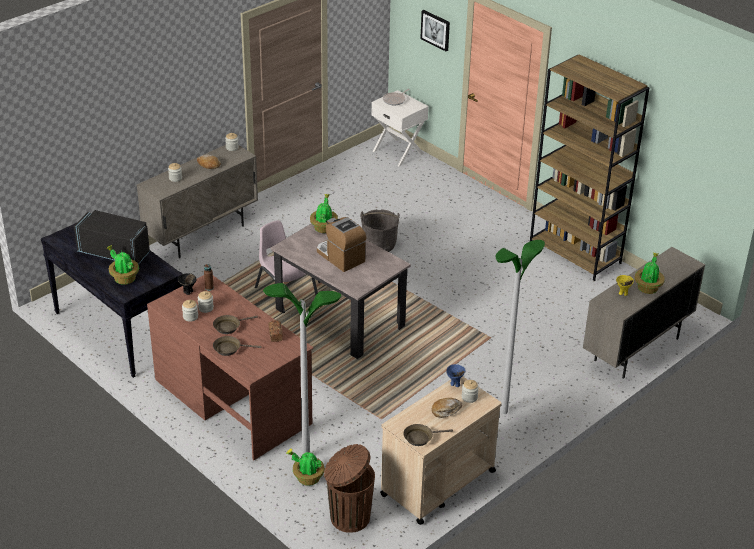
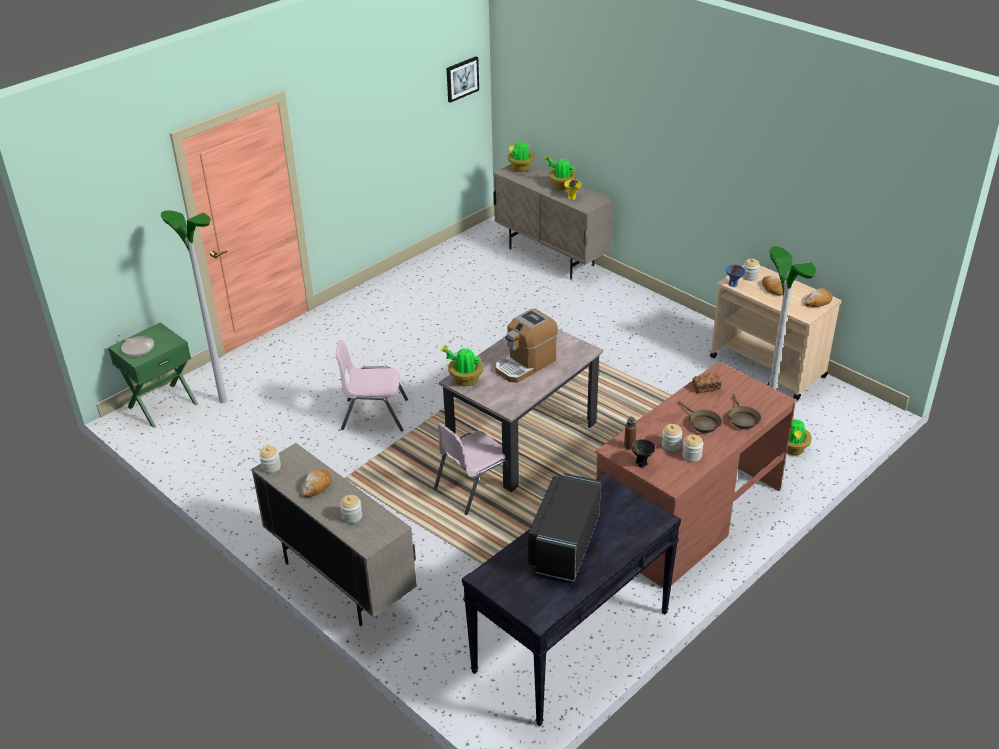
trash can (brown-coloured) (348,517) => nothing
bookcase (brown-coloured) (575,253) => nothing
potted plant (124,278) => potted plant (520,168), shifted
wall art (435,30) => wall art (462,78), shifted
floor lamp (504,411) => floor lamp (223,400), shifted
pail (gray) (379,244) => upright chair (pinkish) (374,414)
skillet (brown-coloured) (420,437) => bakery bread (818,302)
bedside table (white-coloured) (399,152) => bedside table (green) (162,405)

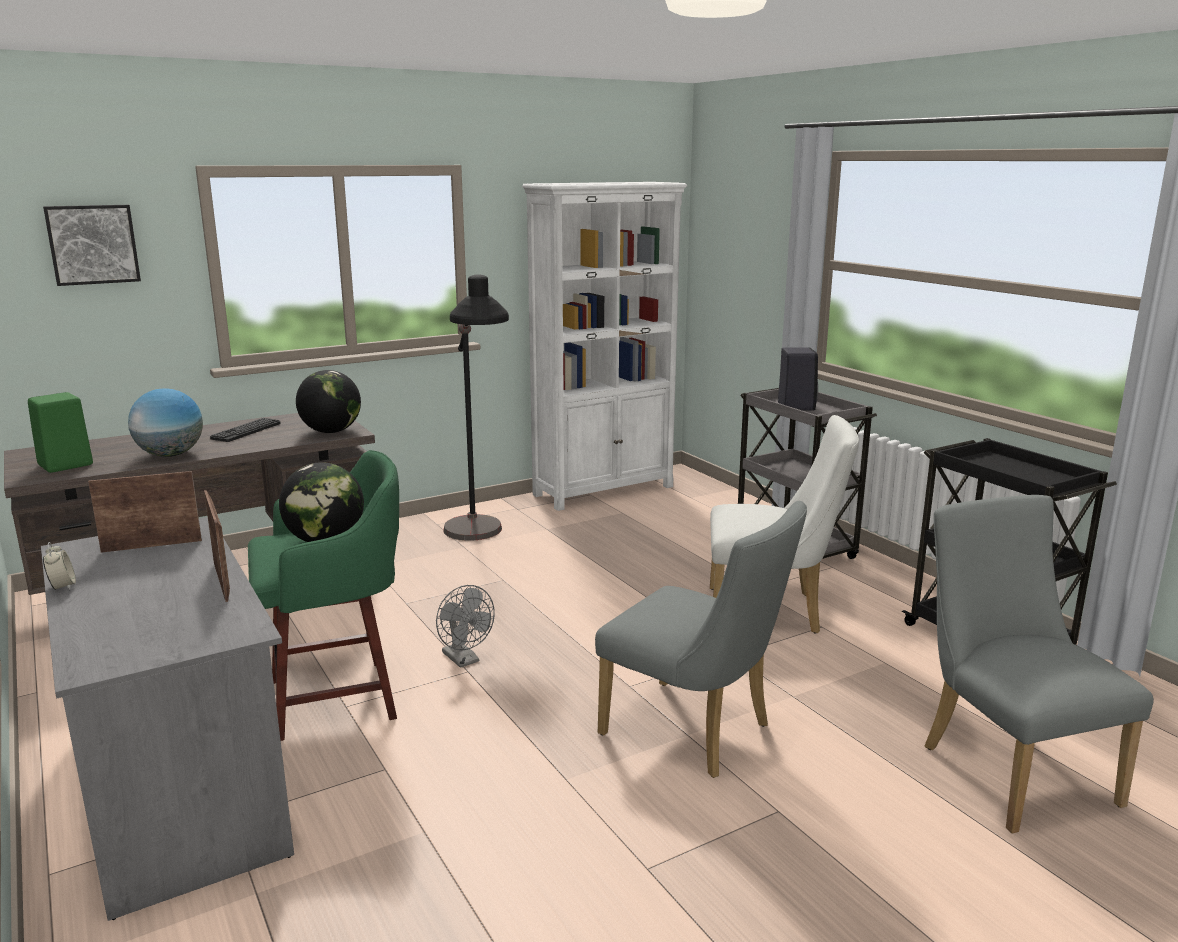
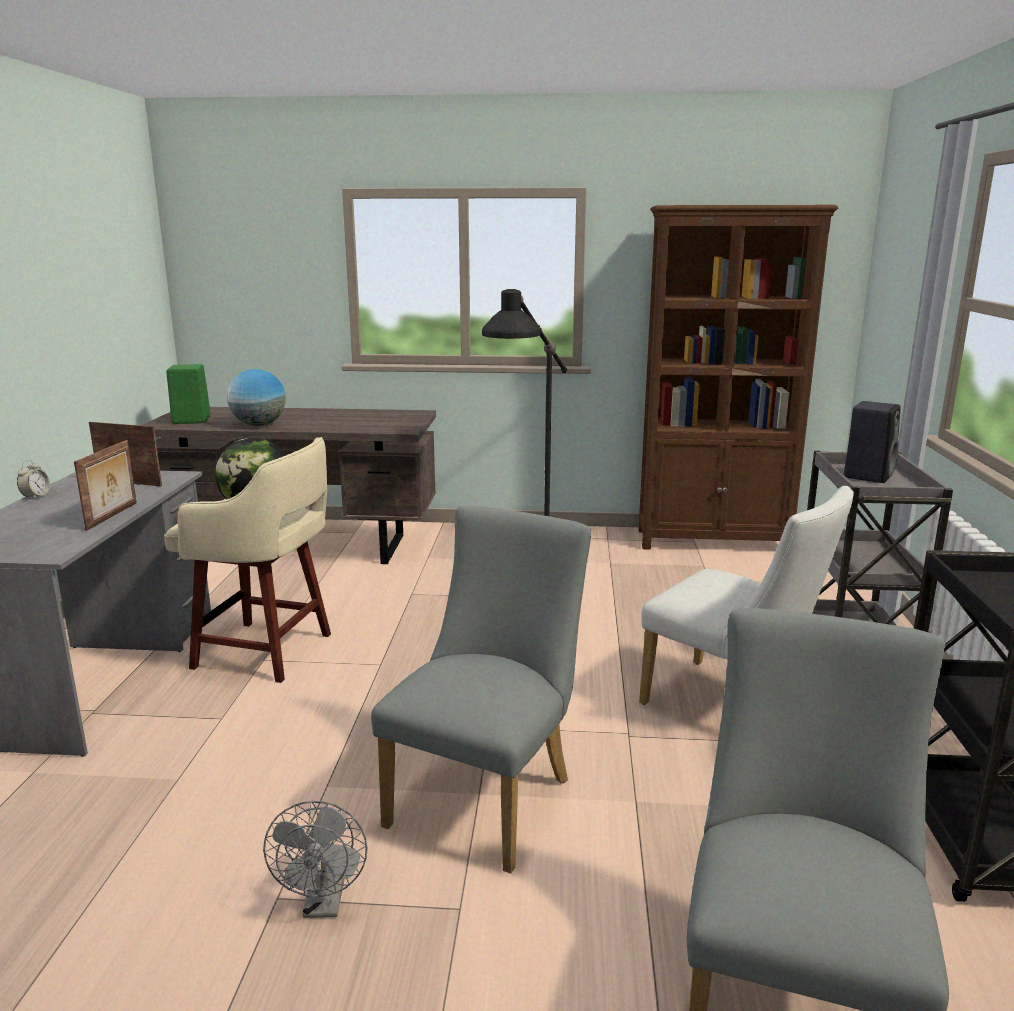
wall art (93,244) => nothing
PC keyboard (246,431) => nothing
globe (331,431) => nothing
cooling fan (gray) (464,660) => cooling fan (gray) (324,904), shifted
stool (green) (338,698) => stool (sand-coloured) (268,651)
bookcase (white-coloured) (604,490) => bookcase (brown-coloured) (713,541)
upright chair (gray) (696,733) => upright chair (gray) (488,796), 135 degrees counterclockwise

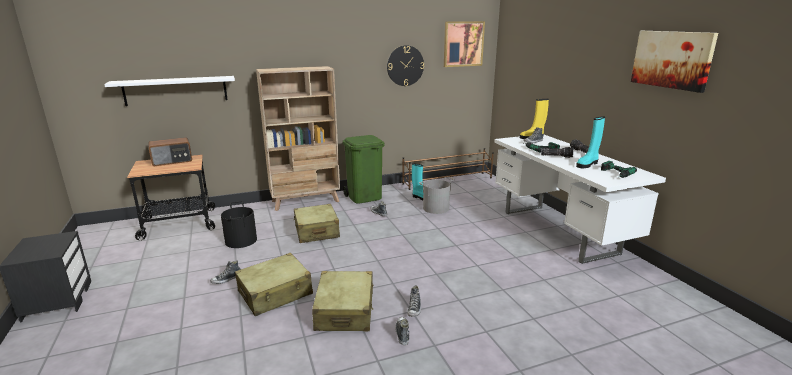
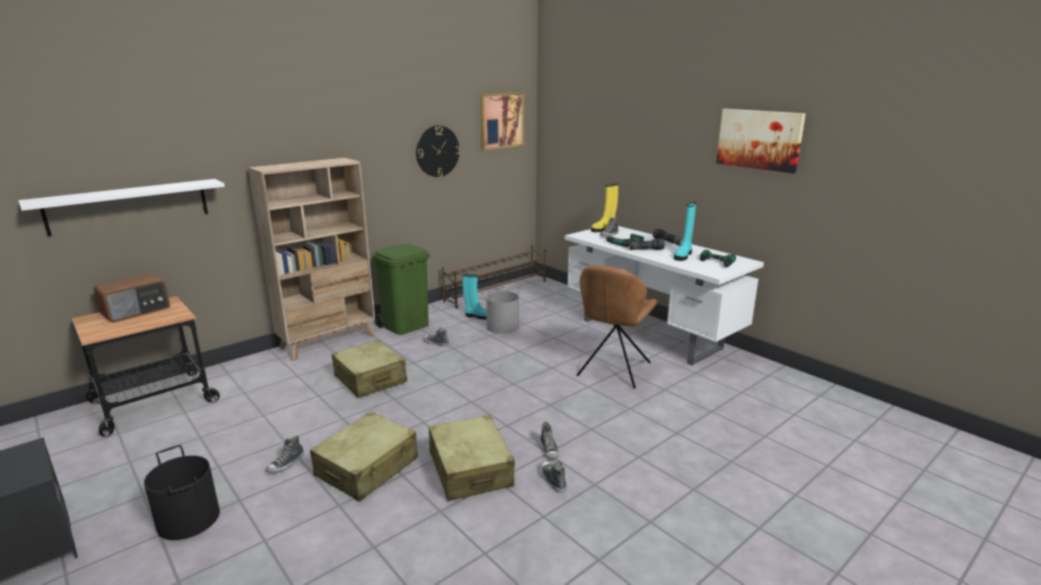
nothing => upright chair (brown-coloured) (613,370)
pail (black-coloured) (241,240) => pail (black-coloured) (189,519), shifted

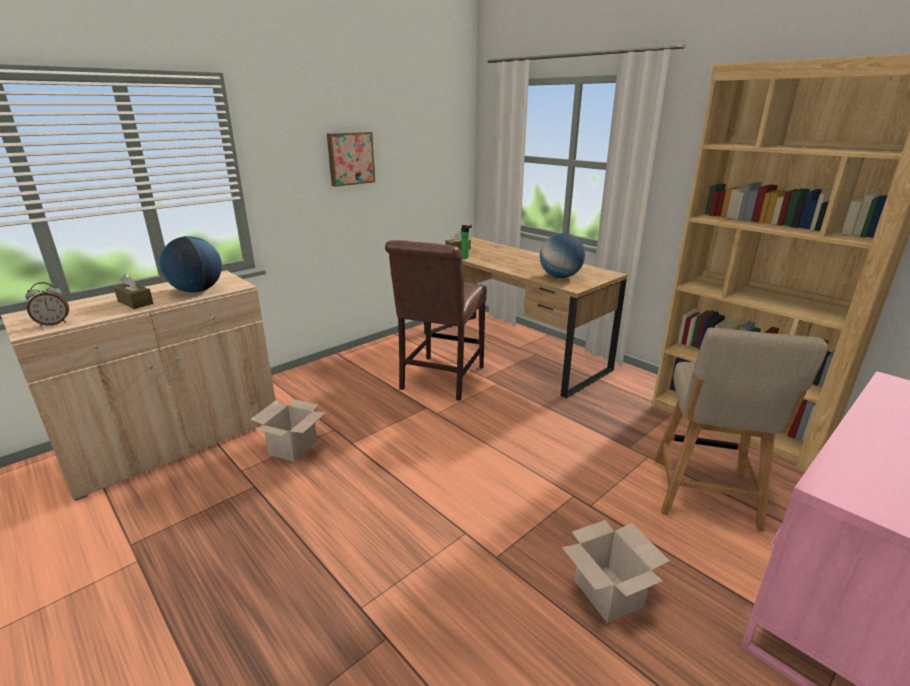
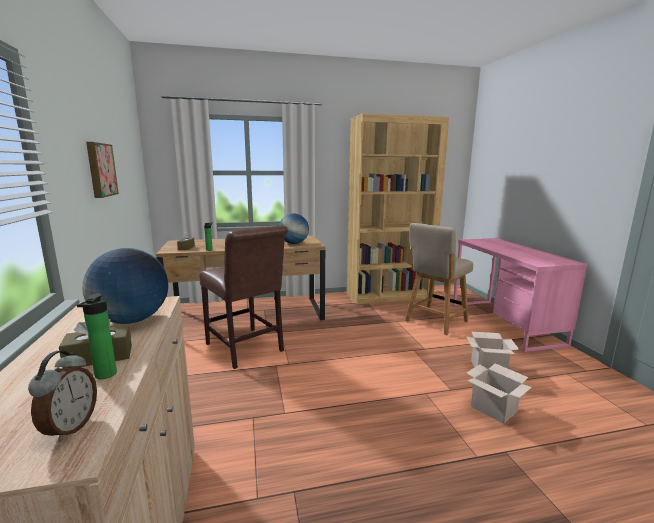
nothing => bottle (104,376)
packing box (293,448) => packing box (495,409), shifted
upright chair (sand-coloured) (705,496) => upright chair (sand-coloured) (434,322), 90 degrees clockwise

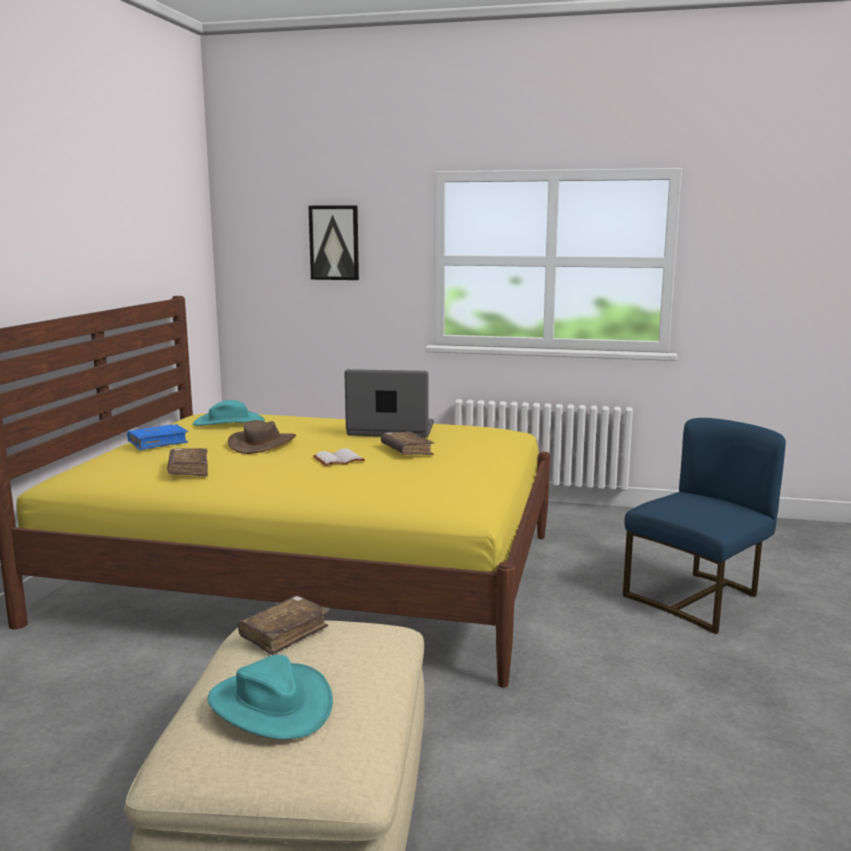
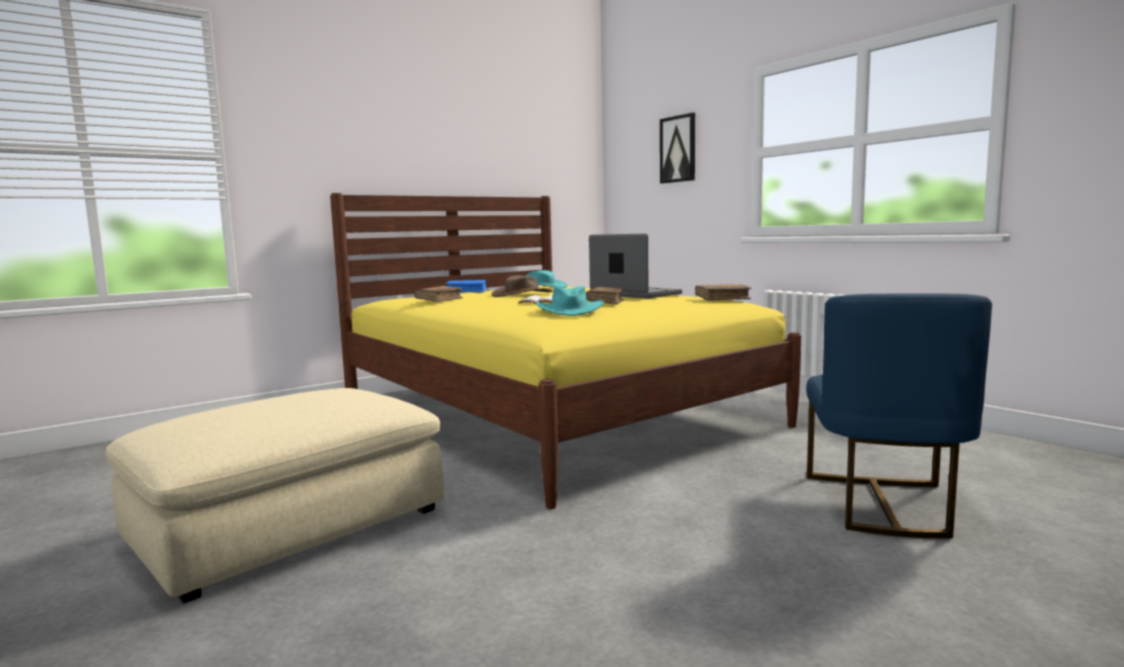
wearable hat (turquoise-coloured) (270,704) => wearable hat (turquoise-coloured) (569,310), shifted
bound book (brown-coloured) (284,633) => bound book (brown-coloured) (722,298), shifted
upright chair (blue-coloured) (698,599) => upright chair (blue-coloured) (882,505), 105 degrees clockwise

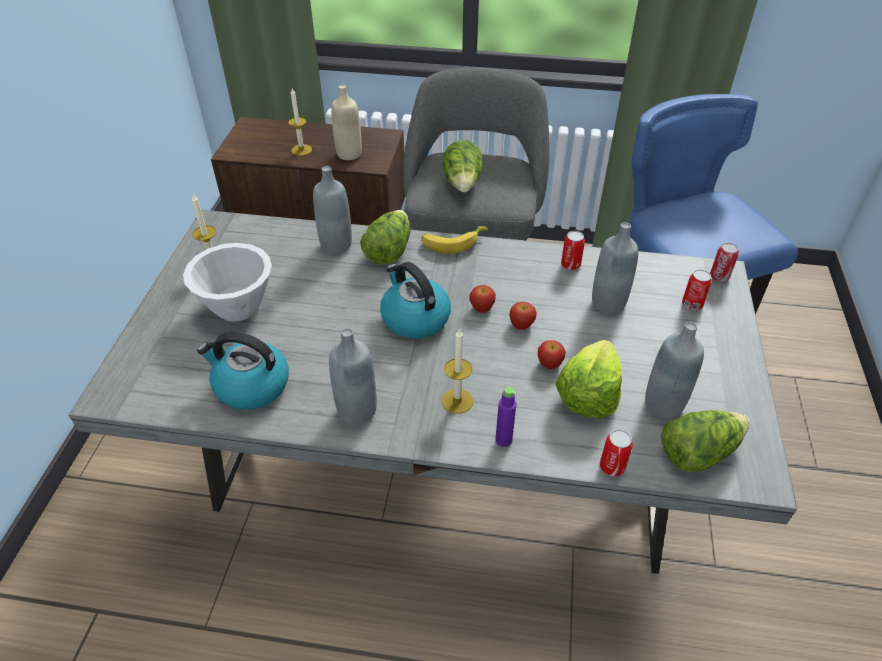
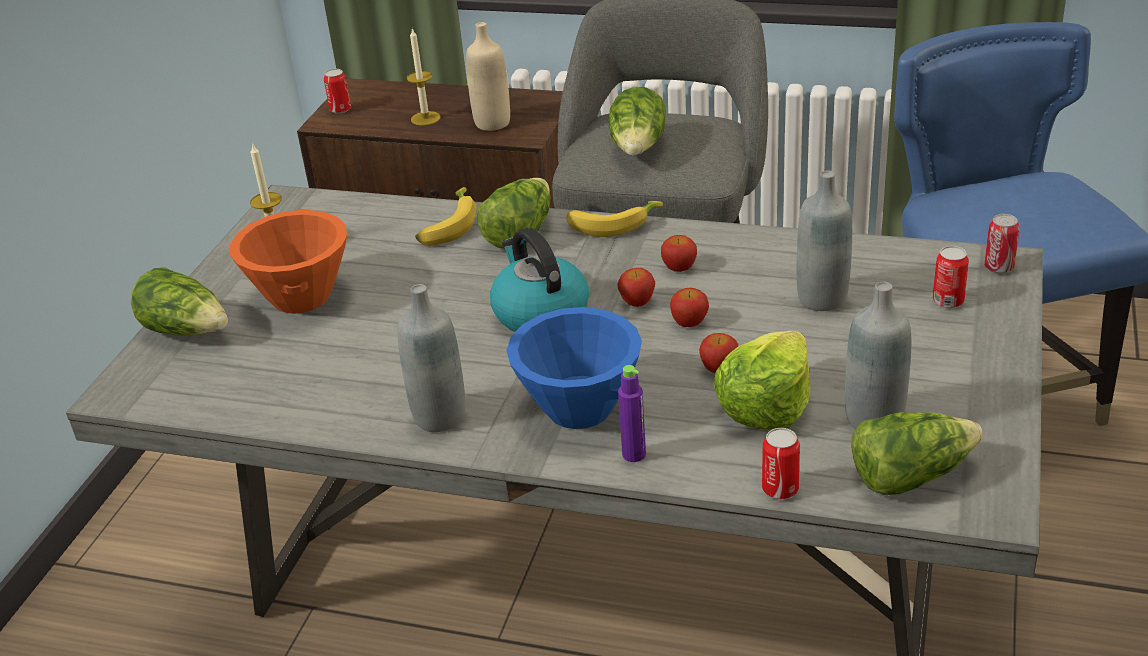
water kettle (250,386) => nothing
nothing => lettuce head (187,330)
nothing => apple fruit (679,268)
metal can (570,265) => metal can (340,109), shifted
bottle (gray) (336,245) => banana fruit (447,226)
wax light (457,401) => serving bowl (blue-coloured) (579,409)
serving bowl (white-coloured) (237,307) => serving bowl (orangey) (300,297)

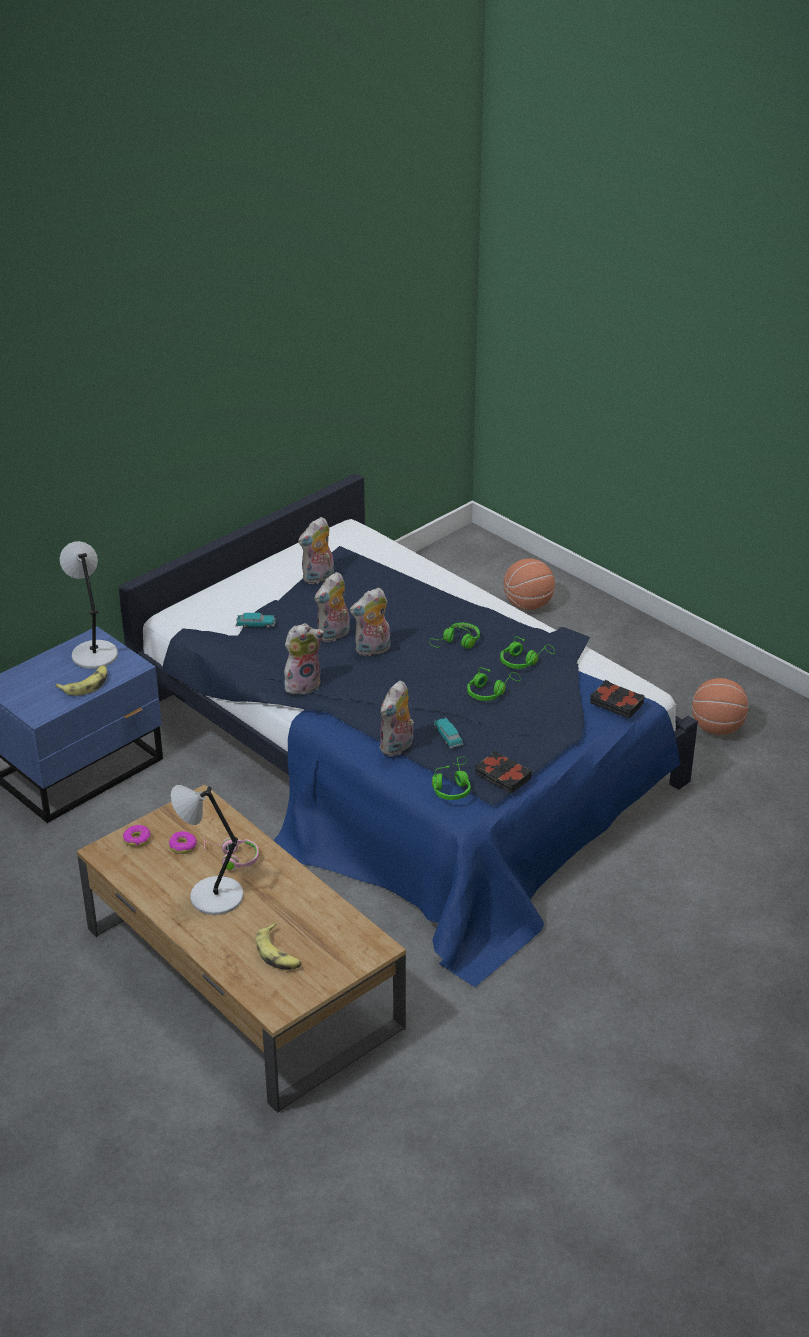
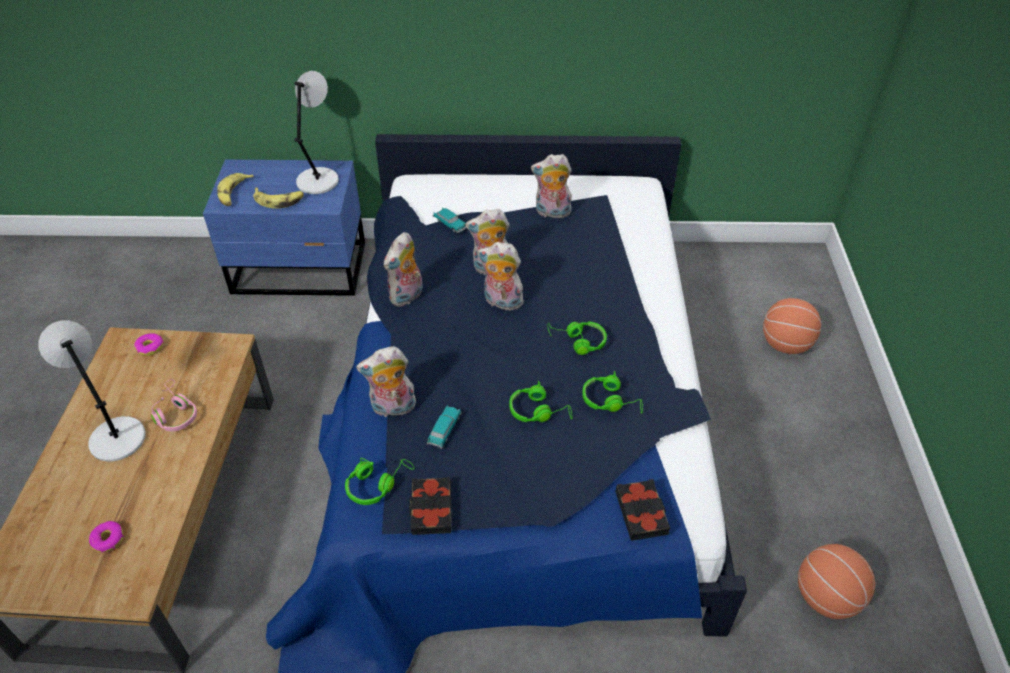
donut (183,846) => donut (108,540), shifted
banana fruit (278,954) => banana fruit (234,194), shifted
cuddly toy (303,684) => cuddly toy (407,297), 105 degrees clockwise

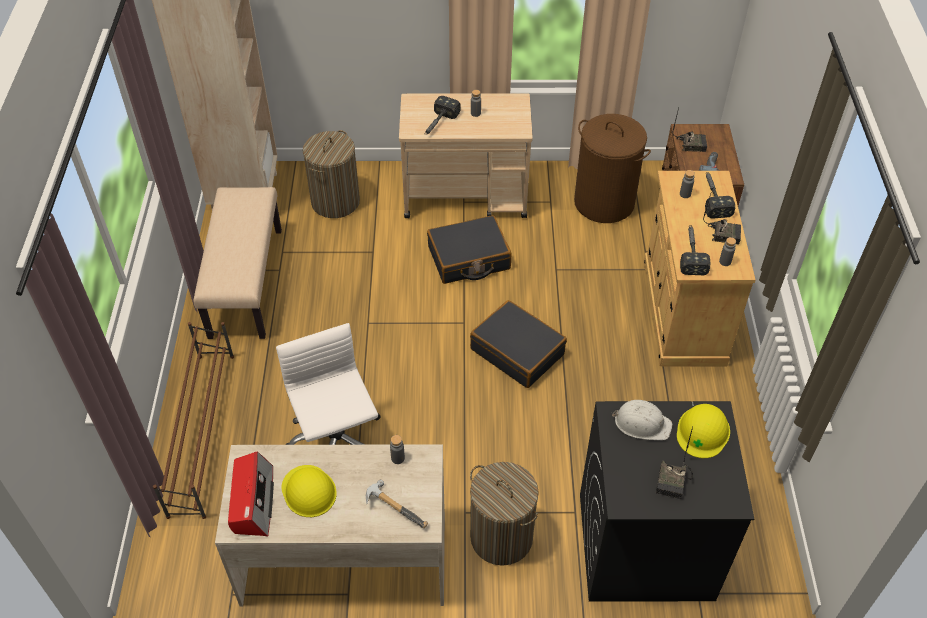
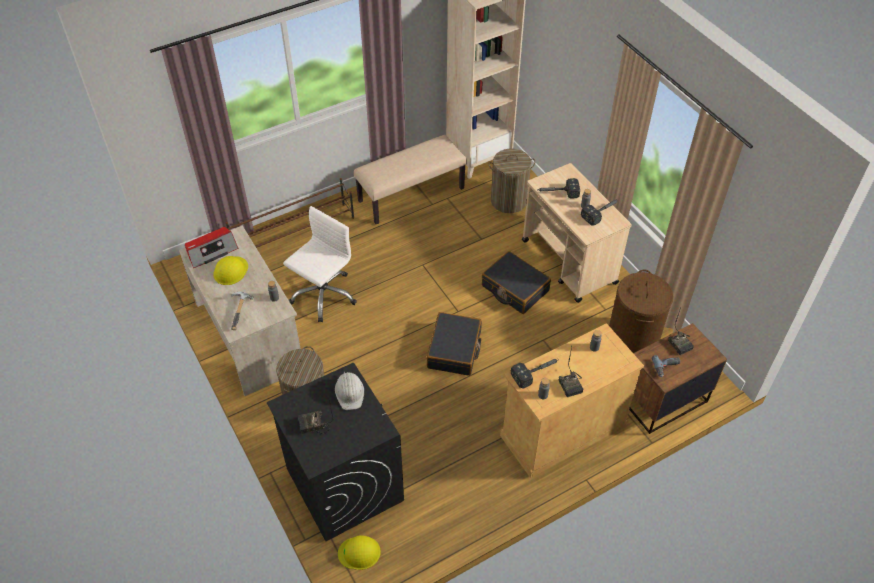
safety helmet (yellow-coloured) (703,431) => safety helmet (yellow-coloured) (359,552), shifted
hammer (713,197) => hammer (602,212), shifted

